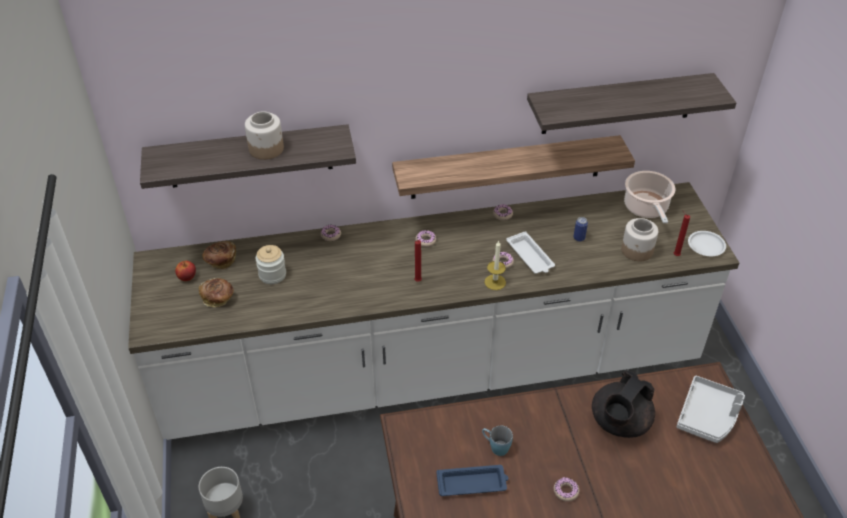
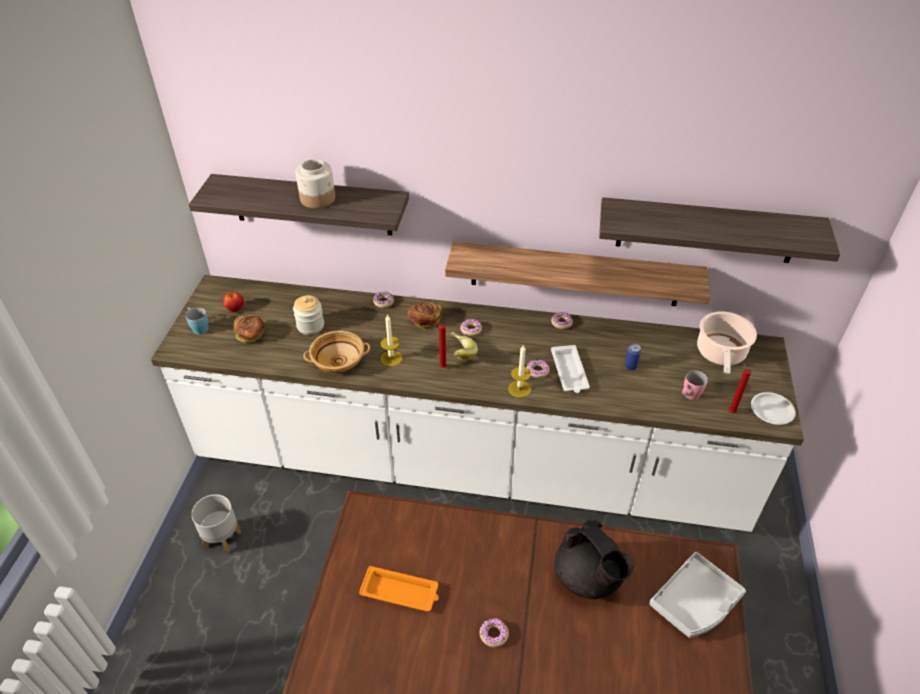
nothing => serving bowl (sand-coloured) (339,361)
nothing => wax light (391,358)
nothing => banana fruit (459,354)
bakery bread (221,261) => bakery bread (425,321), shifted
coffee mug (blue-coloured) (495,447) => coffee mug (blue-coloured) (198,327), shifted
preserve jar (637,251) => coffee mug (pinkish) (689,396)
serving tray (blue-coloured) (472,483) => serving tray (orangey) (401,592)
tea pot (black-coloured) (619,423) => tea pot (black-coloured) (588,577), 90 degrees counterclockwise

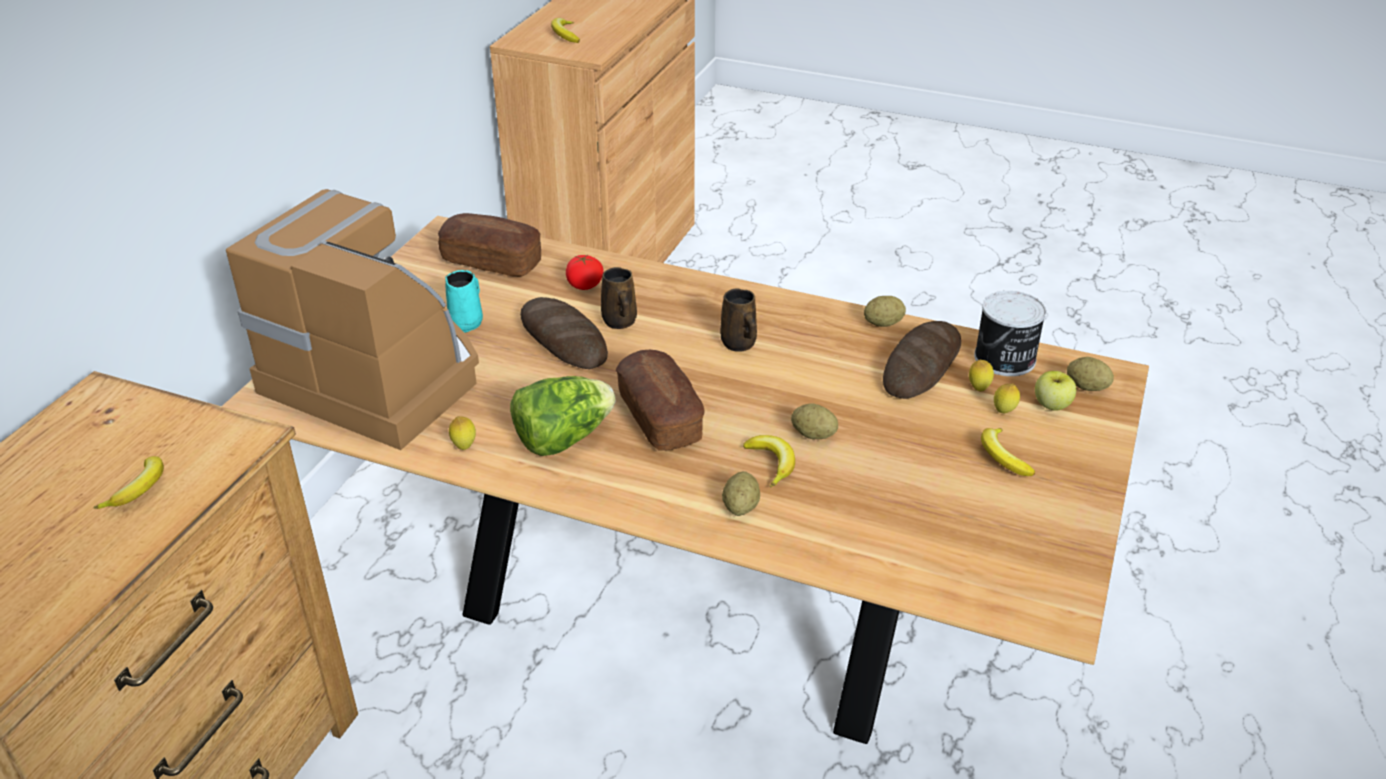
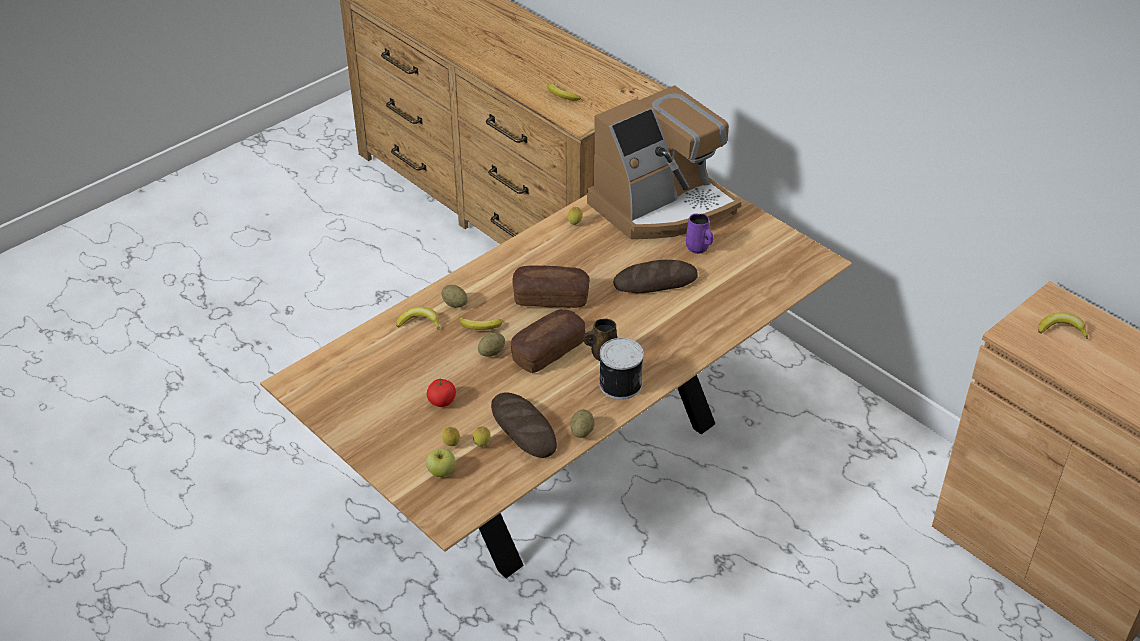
lettuce head (563,439) => nothing
coffee mug (brown-coloured) (620,322) => nothing
potato (1086,387) => nothing
bakery bread (492,261) => bakery bread (548,351), shifted
tomato (585,285) => tomato (442,401), shifted
metal can (1005,359) => metal can (619,383), shifted
banana fruit (1002,457) => banana fruit (419,322), shifted
coffee mug (turquoise-coloured) (467,323) => coffee mug (purple-coloured) (698,248)

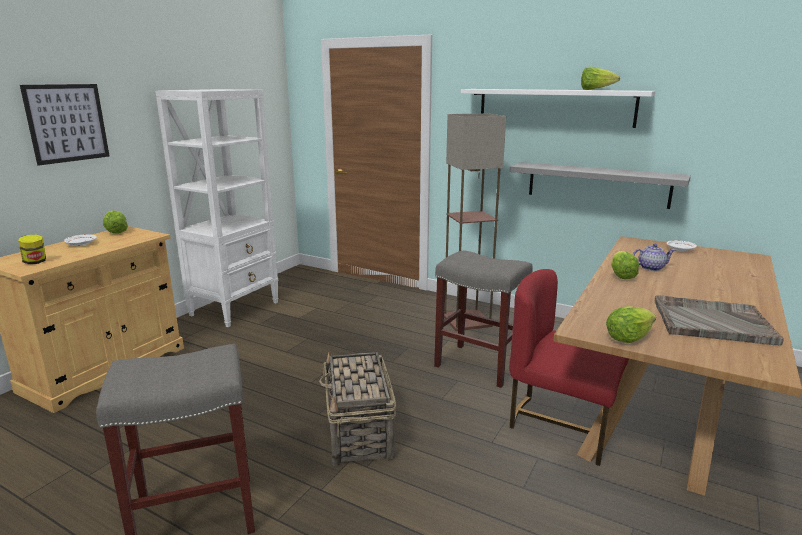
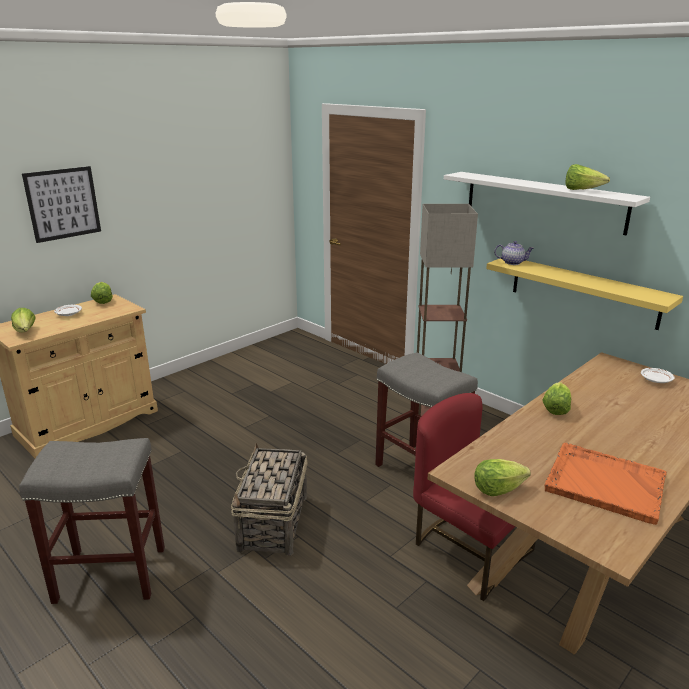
bookcase (white-coloured) (235,308) => nothing
tea pot (651,268) => tea pot (512,262), shifted
preserve jar (35,262) => lettuce head (25,332)
wall shelf (gray) (597,184) => wall shelf (yellow-coloured) (583,291)
serving tray (gray) (711,322) => serving tray (orangey) (604,483)

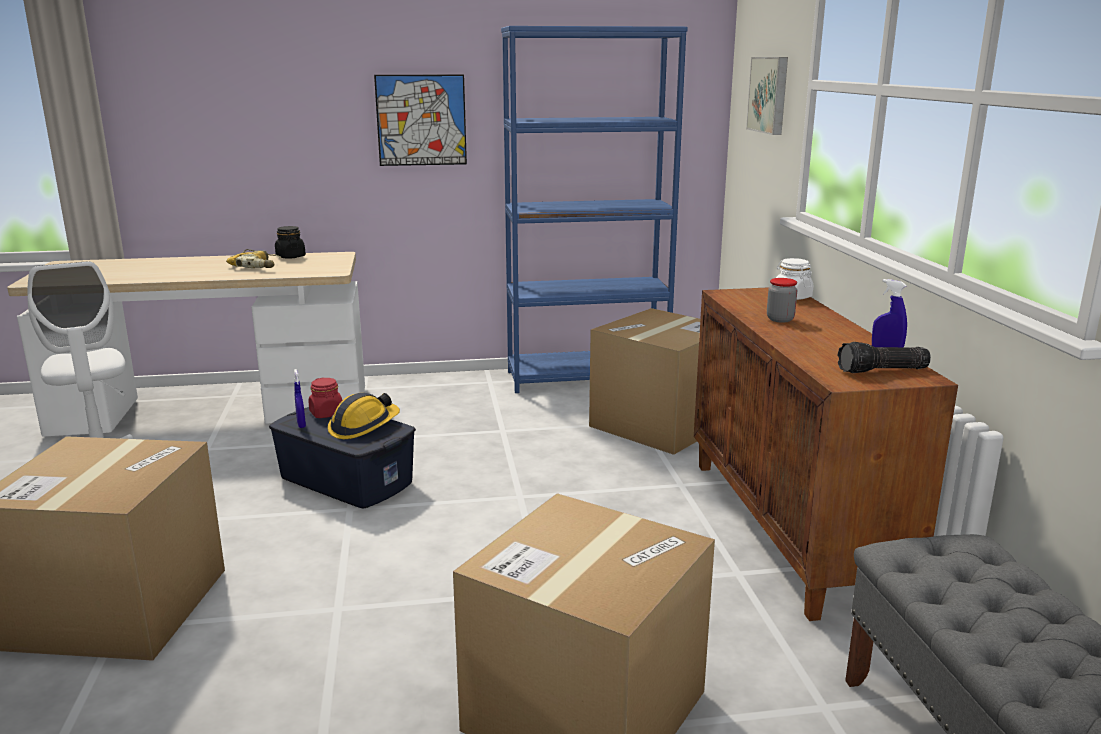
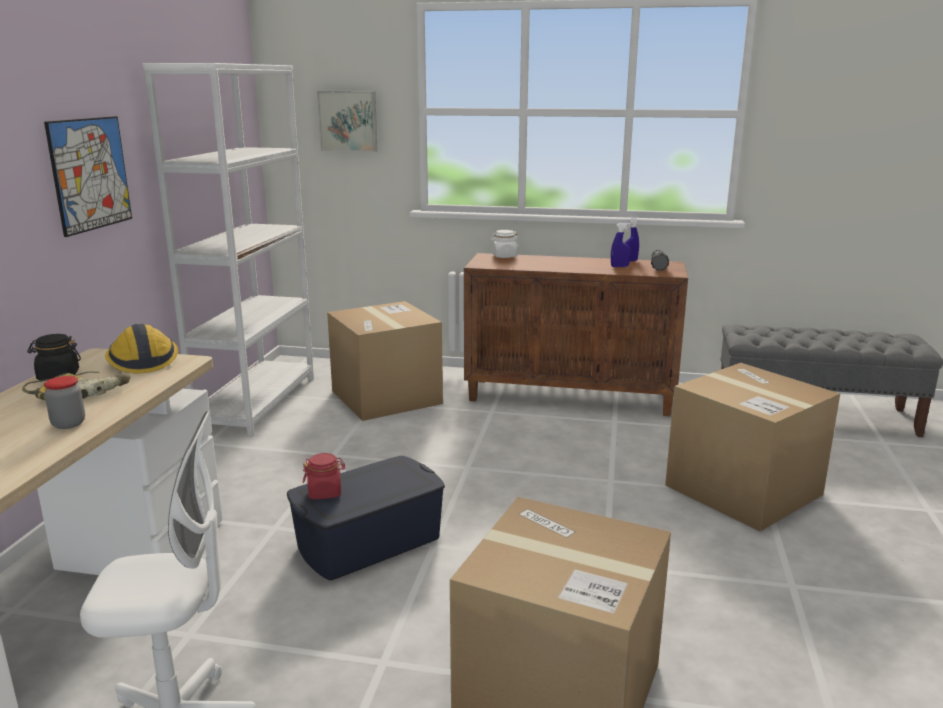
sprayer (blue-coloured) (301,425) => sprayer (blue-coloured) (619,266), shifted
safety helmet (363,426) => safety helmet (142,361), shifted
preserve jar (780,319) => preserve jar (68,424), shifted
bookcase (blue-coloured) (587,377) => bookcase (white-coloured) (257,402)

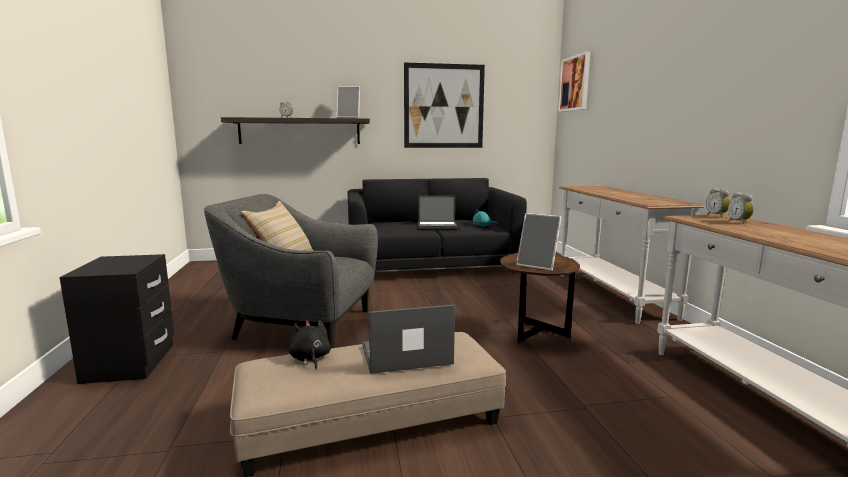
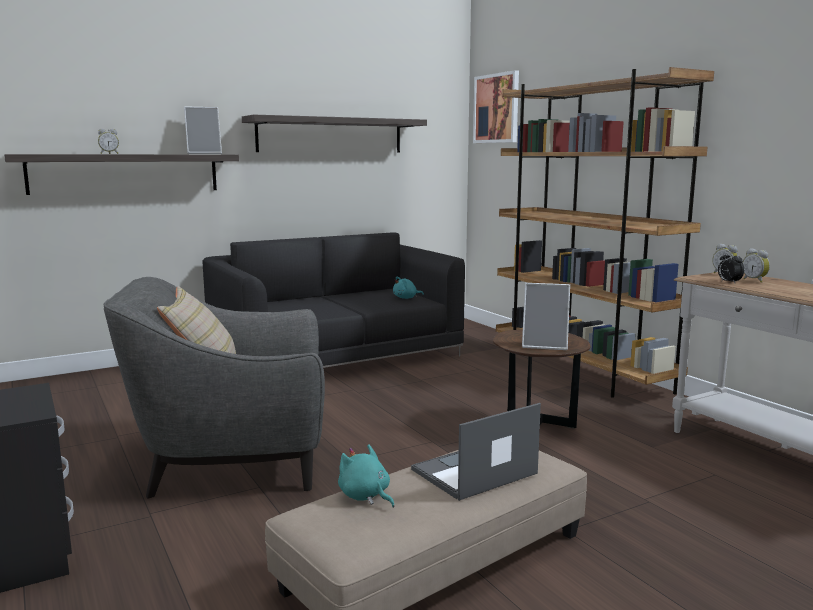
portable computer (437,225) => nothing
nothing => table clock (728,282)
wall art (444,106) => wall shelf (331,135)
hall table (white-coloured) (611,295) => bookcase (brown-coloured) (580,371)
cuddly toy (black-coloured) (310,358) => cuddly toy (turquoise-coloured) (365,496)

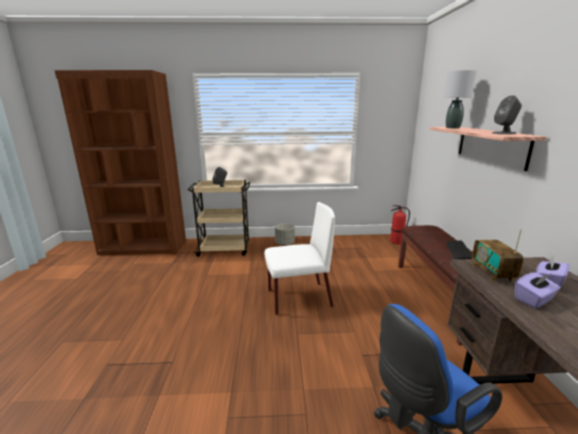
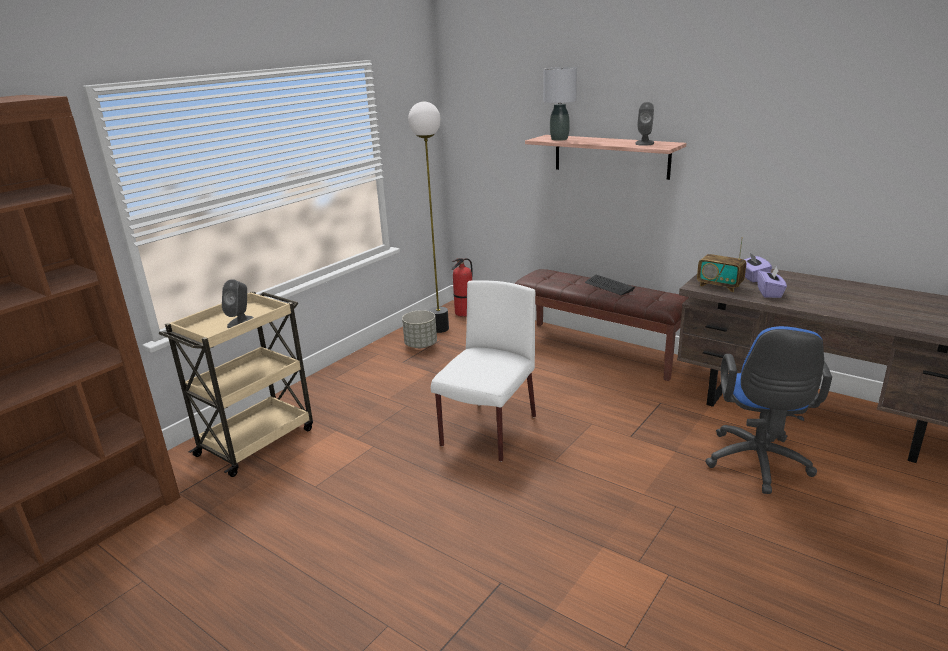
nothing => floor lamp (439,328)
plant pot (gray) (285,243) => plant pot (gray) (421,345), shifted

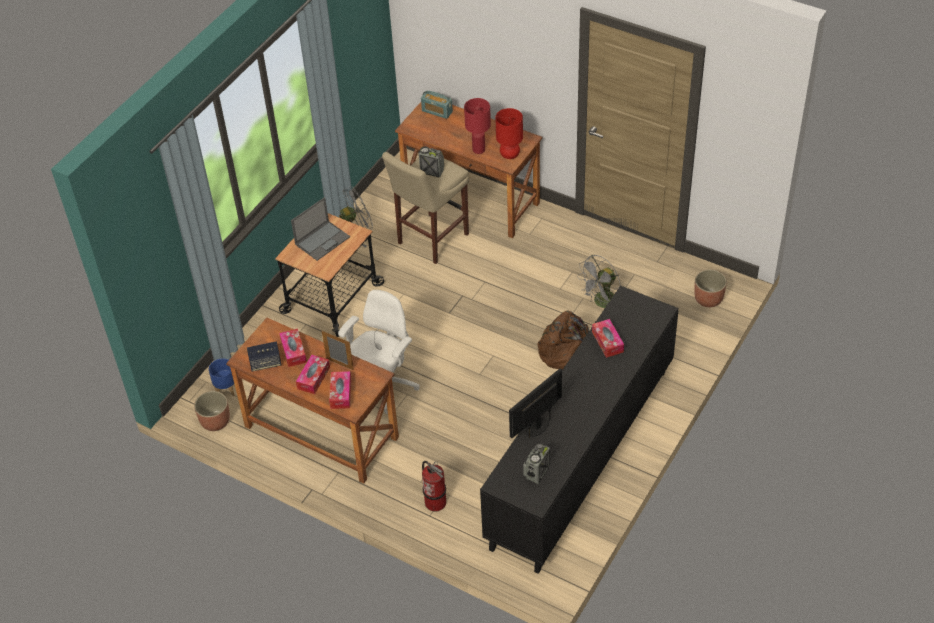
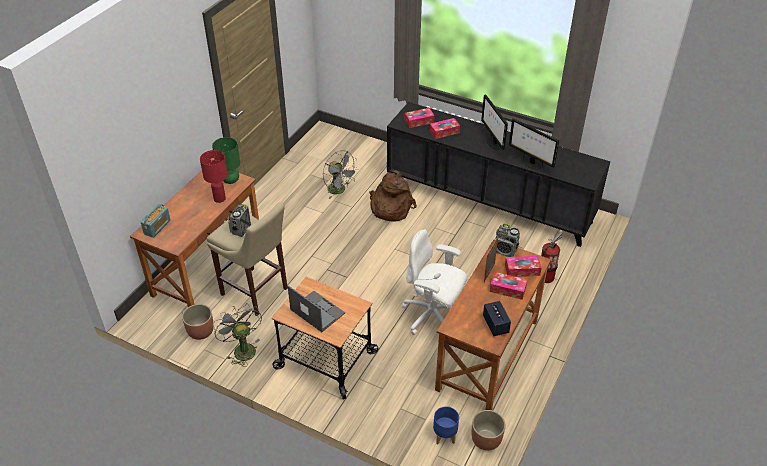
nothing => monitor (493,143)
tissue box (293,351) => tissue box (419,121), shifted
radio receiver (536,472) => radio receiver (505,251), shifted
plant pot (708,299) => plant pot (201,331), shifted
lamp for a table (red-coloured) (509,154) => lamp for a table (green) (230,180)

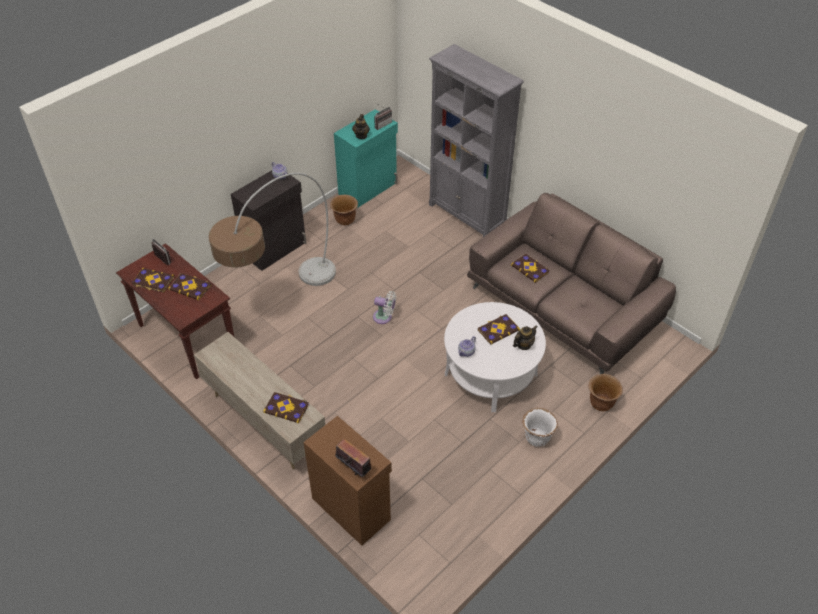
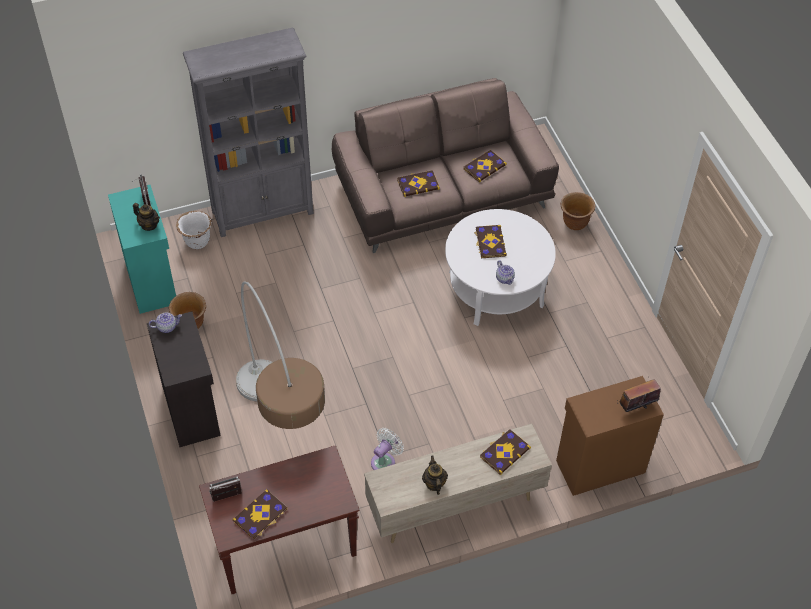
bound book (190,287) => bound book (484,166), shifted
cooling fan (white-coloured) (384,317) => cooling fan (white-coloured) (385,461), shifted
tea pot (523,345) => tea pot (434,483), shifted
plant pot (white-coloured) (536,438) => plant pot (white-coloured) (197,242), shifted

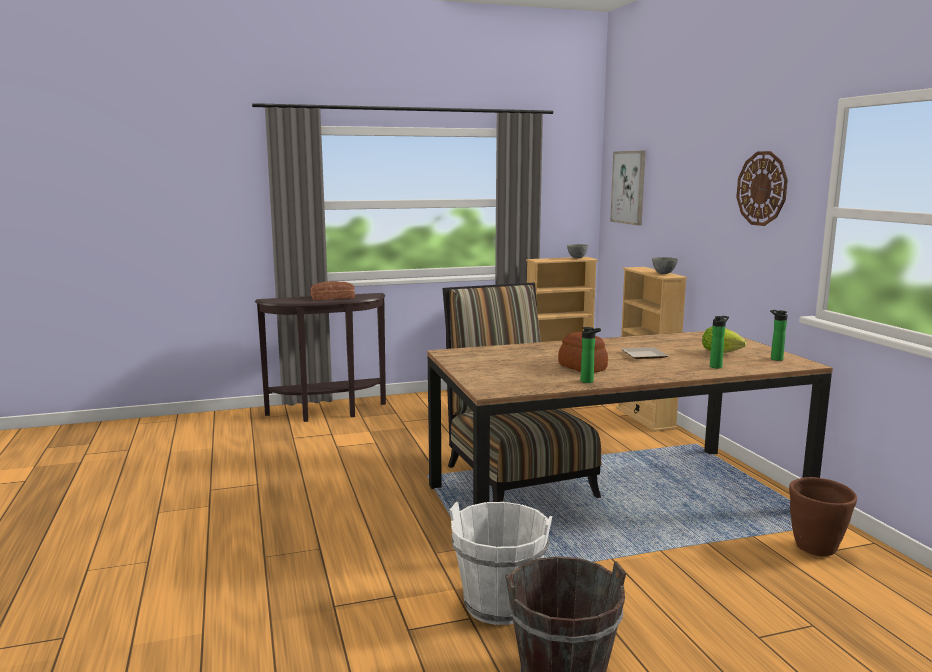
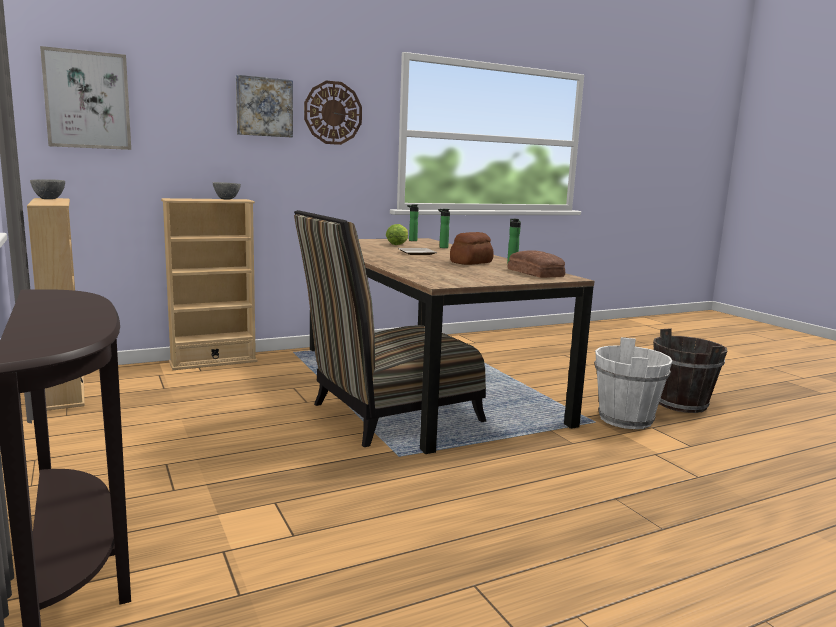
plant pot (brown-coloured) (816,549) => nothing
nothing => wall art (264,107)
bakery bread (333,297) => bakery bread (535,273), shifted

